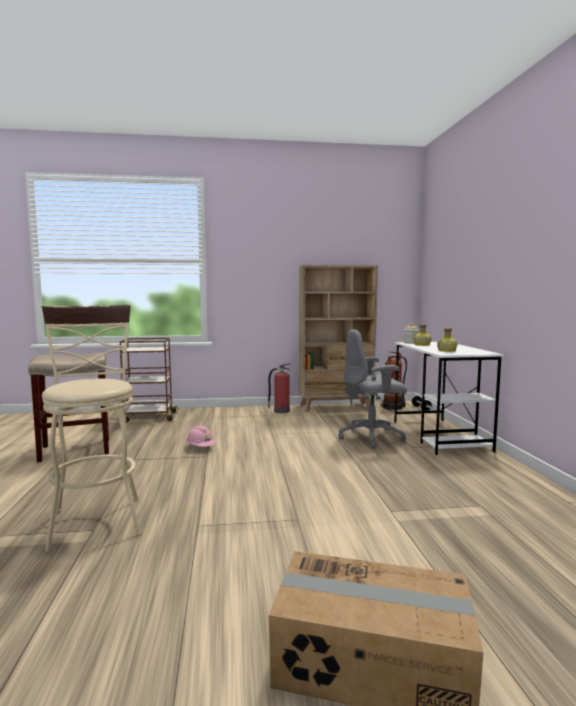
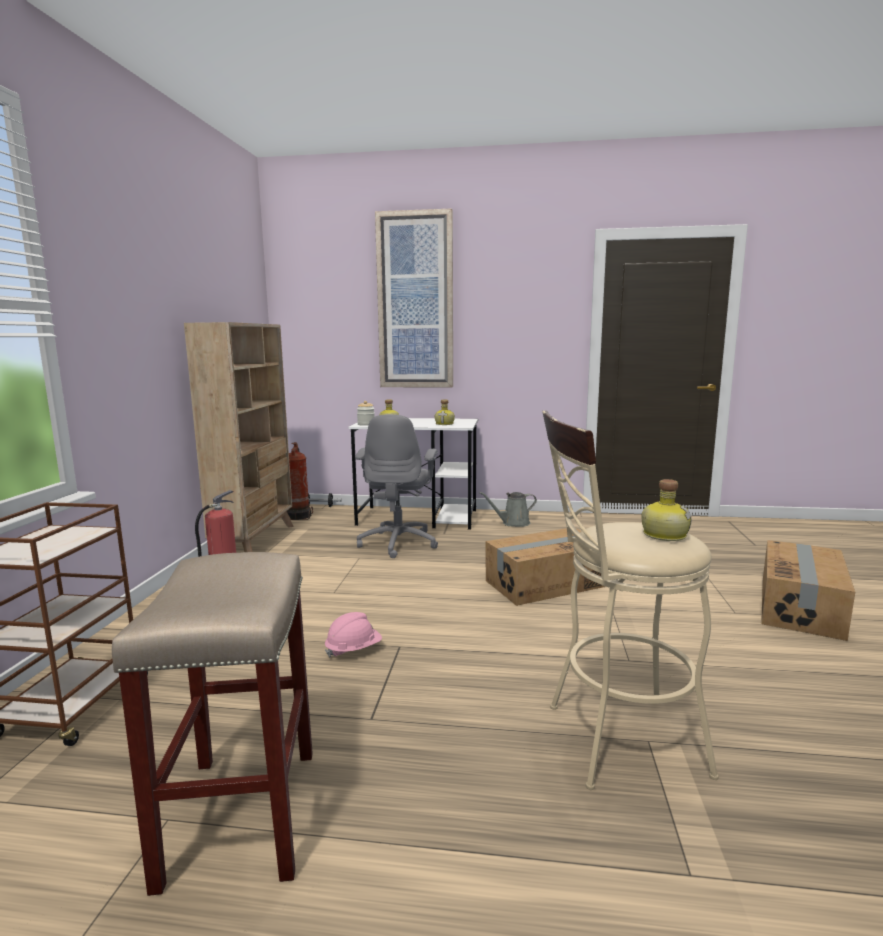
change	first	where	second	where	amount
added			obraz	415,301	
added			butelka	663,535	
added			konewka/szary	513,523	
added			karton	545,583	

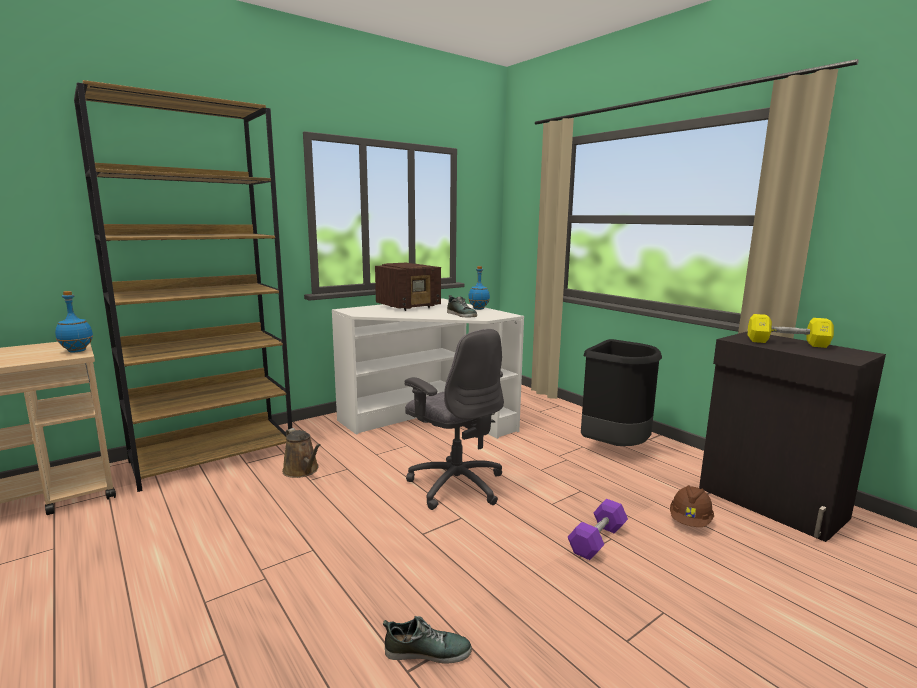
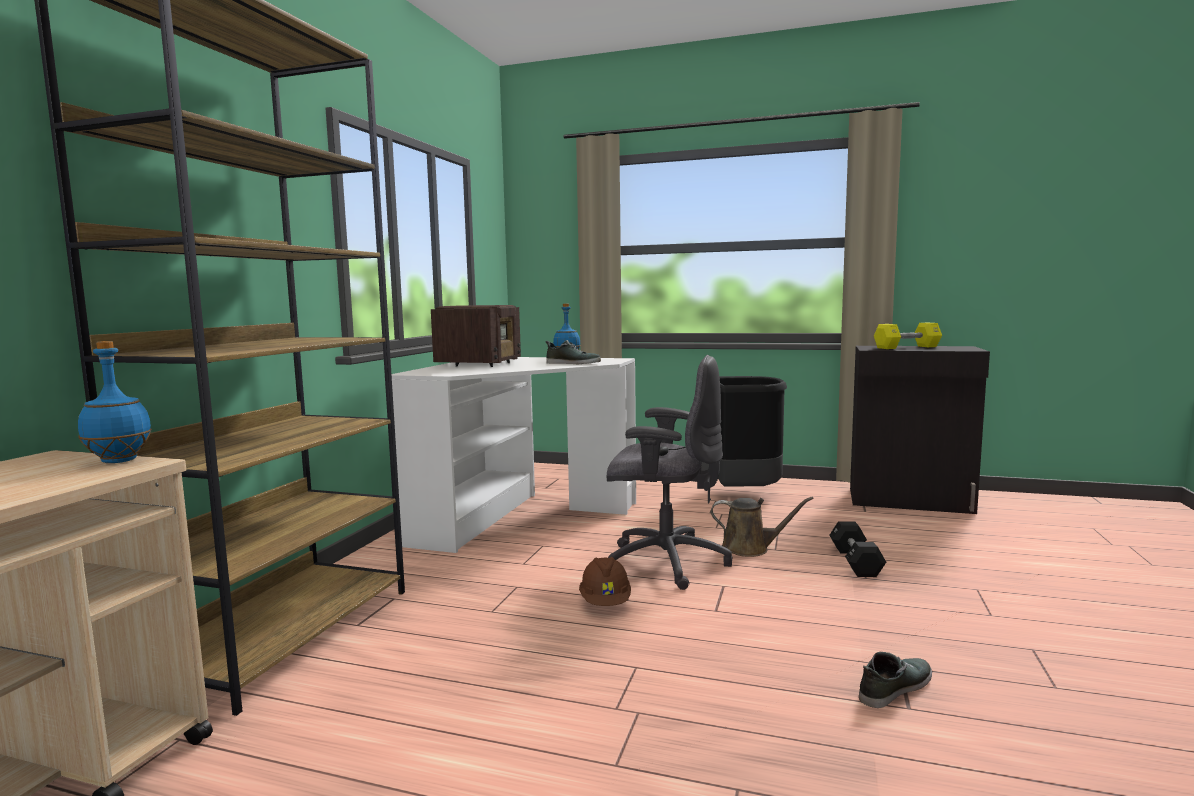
change	first	where	second	where	amount
moved	konewka/brązowy	302,471		750,548	
moved	kask/brązowy	690,521		605,602	
recoloured	hantel/fioletowy	597,540	hantel/czarny	855,562	

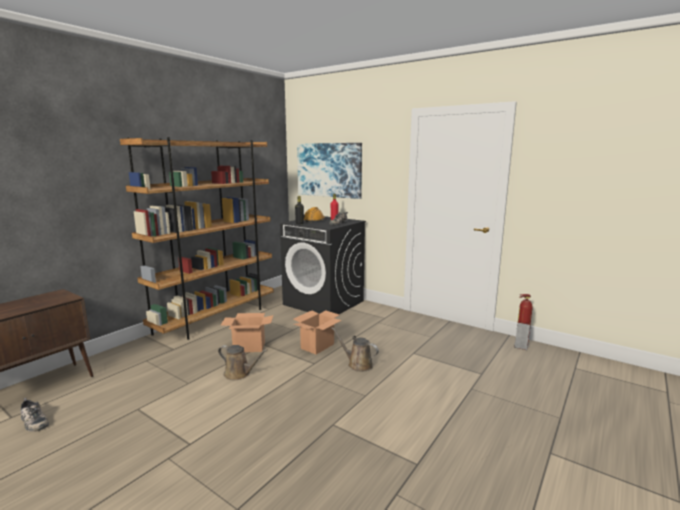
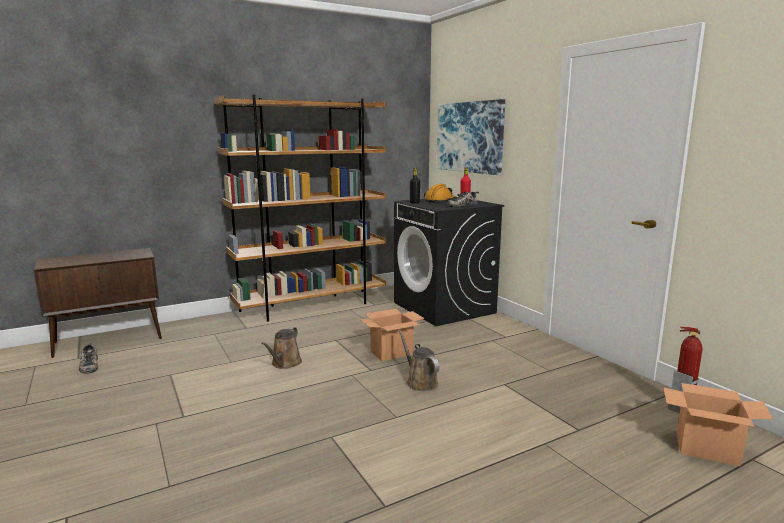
change	first	where	second	where	amount
moved	karton	248,347		706,449	
turned	konewka/brązowy	239,374		285,363	60 degrees clockwise

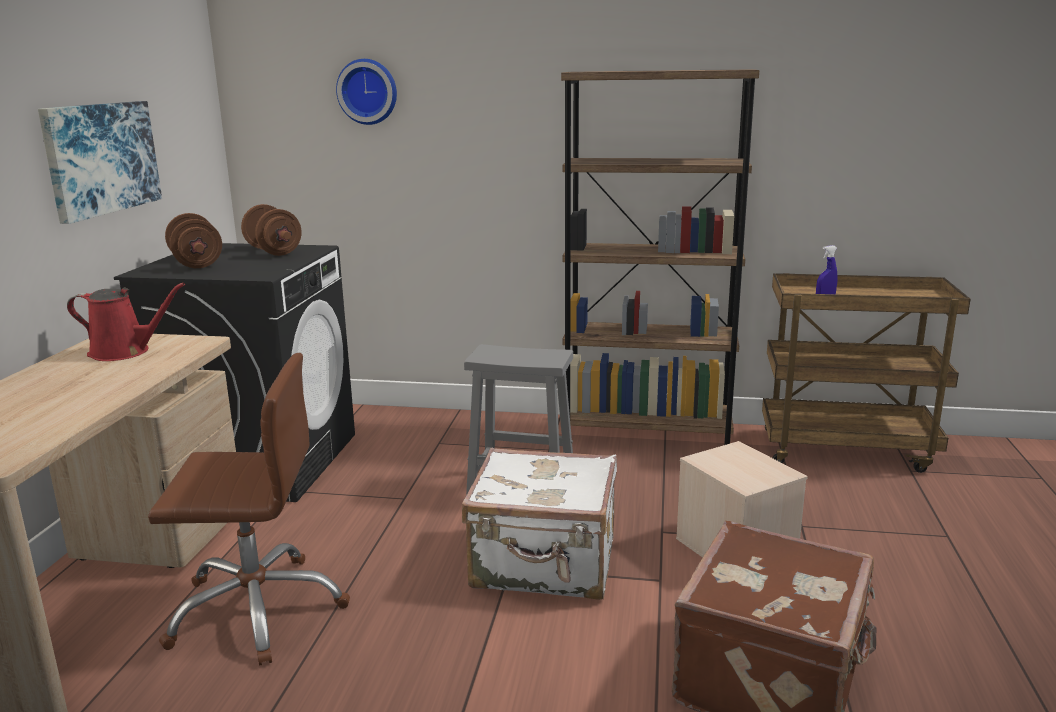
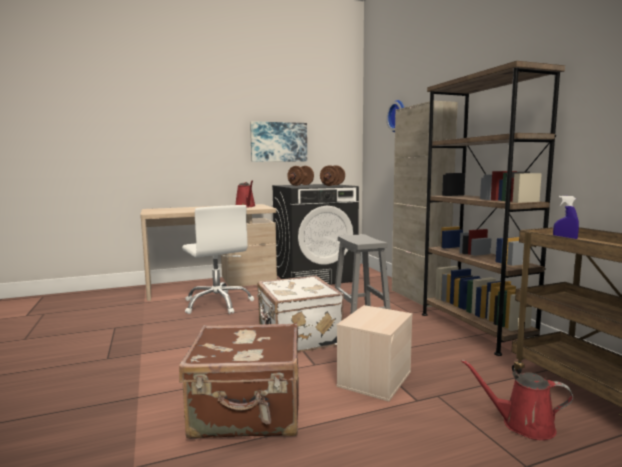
change	first	where	second	where	amount
recoloured	krzesło biurowe/brązowy	257,609	krzesło biurowe/biały	217,304	
added			szafka/beżowy	418,297	
added			konewka/czerwony	522,424	

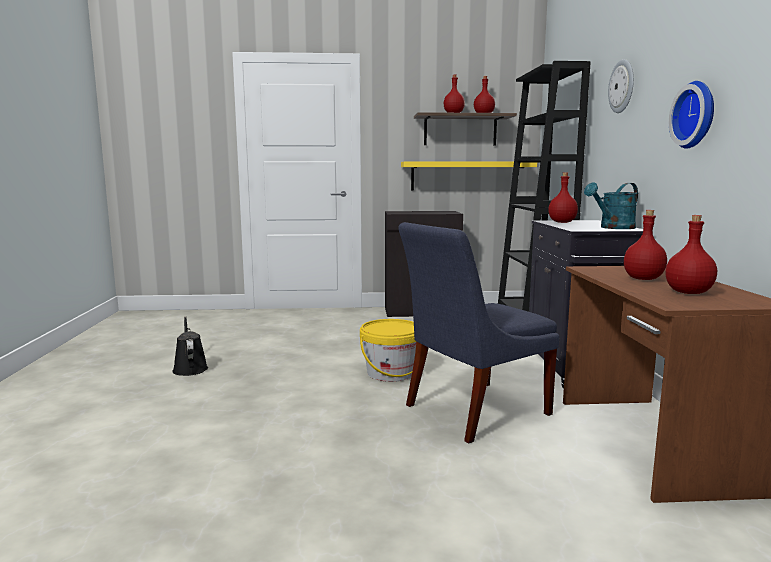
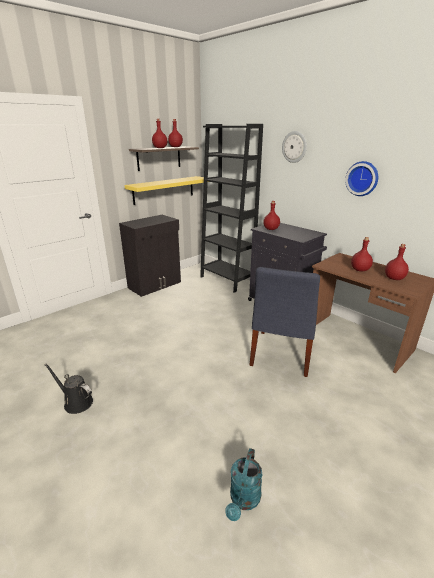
change	first	where	second	where	amount
moved	konewka/turkusowy	613,228		243,500	
removed	wiadro/żółty	391,373			

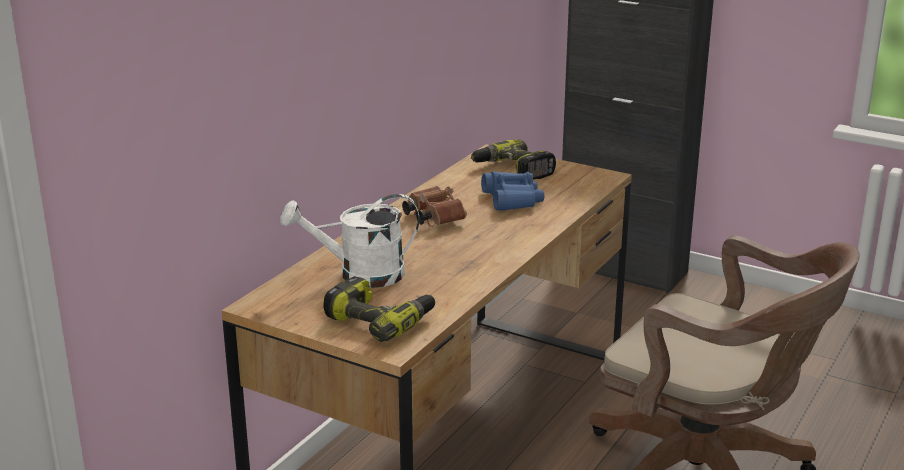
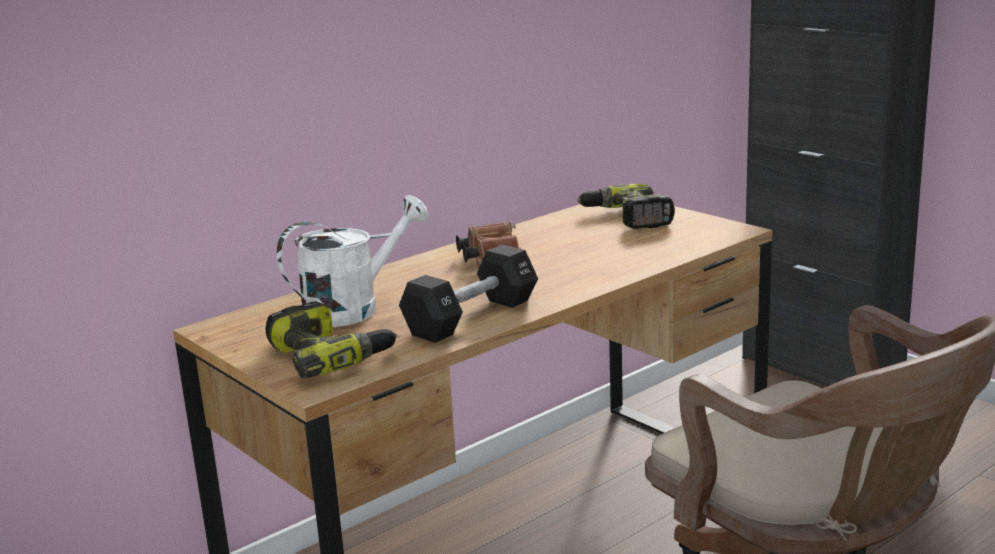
change	first	where	second	where	amount
removed	lornetka/niebieski	512,200			
turned	konewka/biały	360,275		353,308	135 degrees clockwise
added			hantel/czarny	471,317	

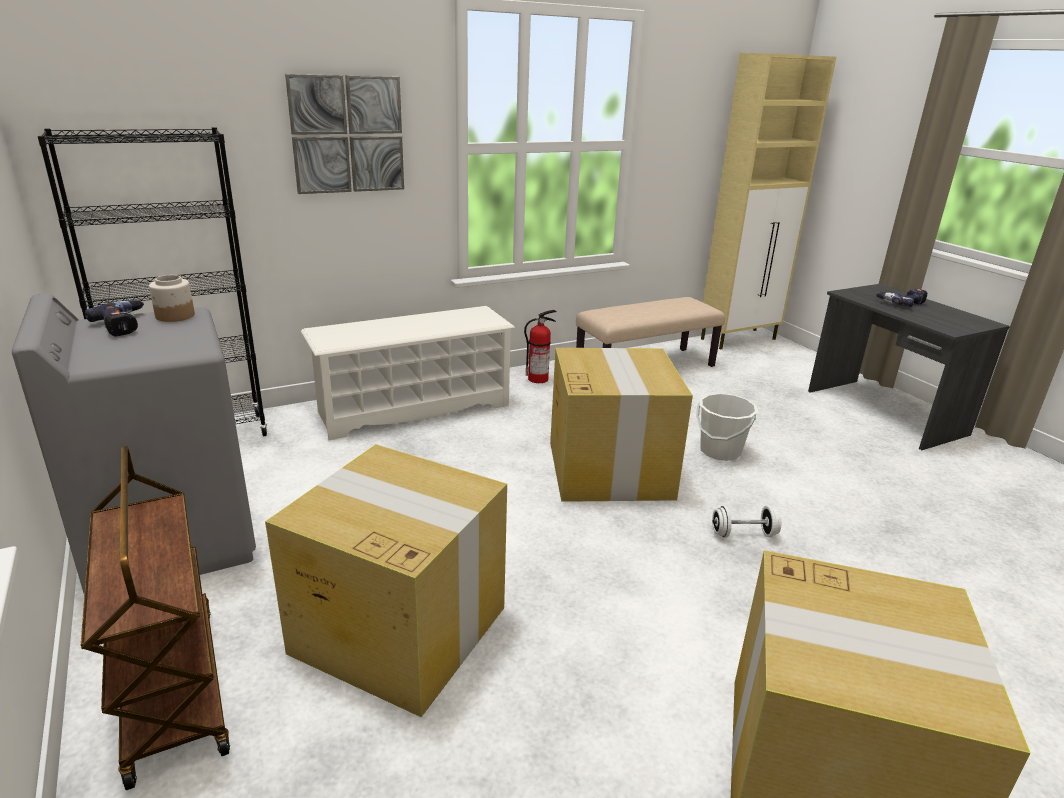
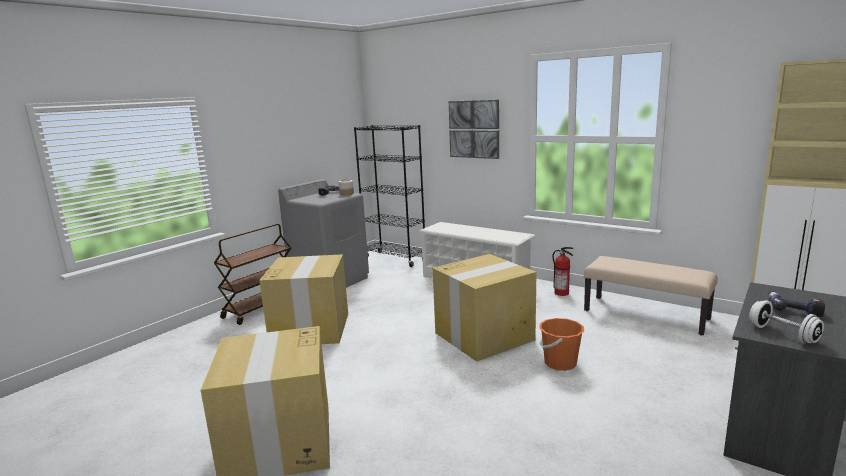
change	first	where	second	where	amount
recoloured	wiadro/biały	720,451	wiadro/pomarańczowy	560,363	
moved	hantel/biały	743,534		783,334	

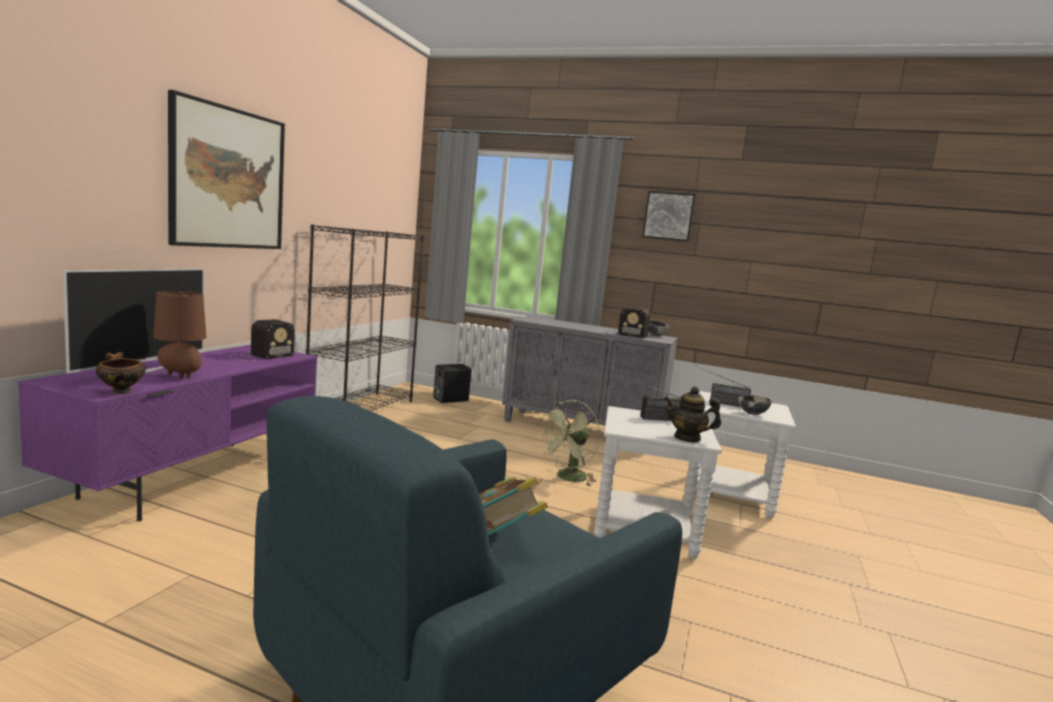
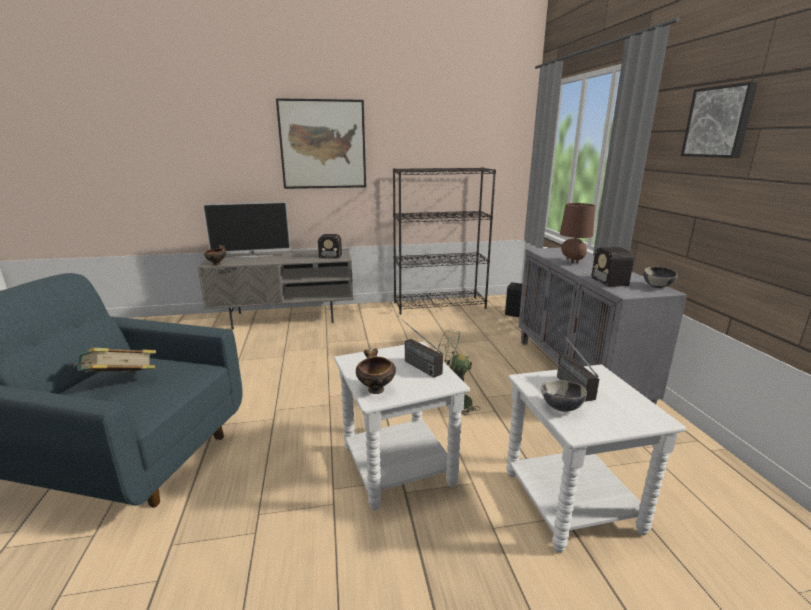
change	first	where	second	where	amount
moved	lampa stołowa/brązowy	180,376		572,261	
recoloured	szafka pod telewizor/fioletowy	193,476	szafka pod telewizor/szary	286,317	
replaced	imbryk	687,438	miska	375,389	

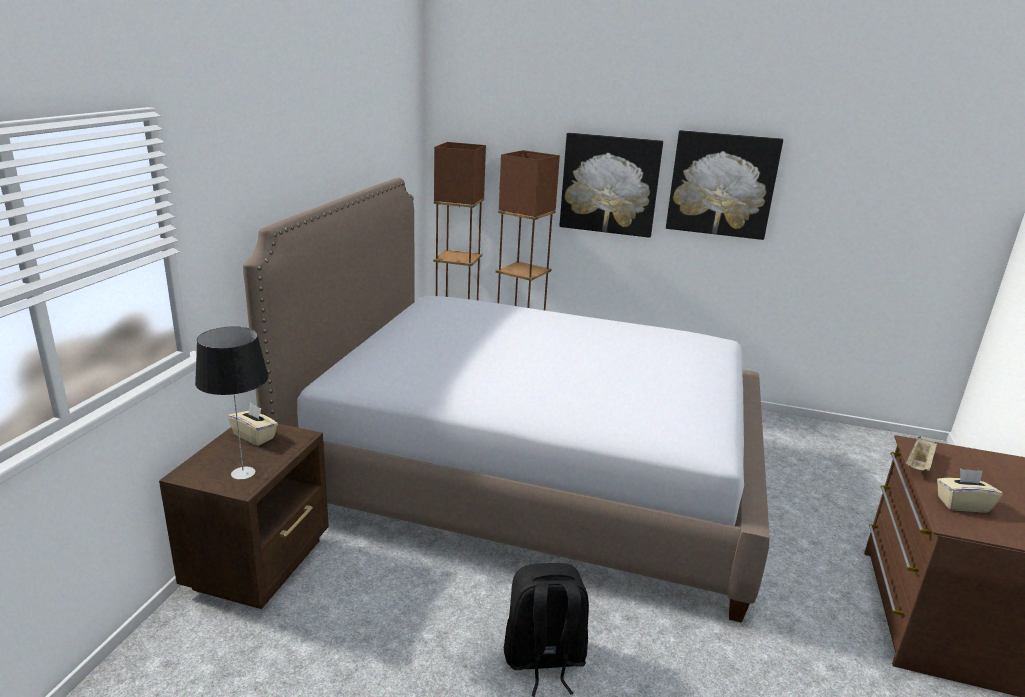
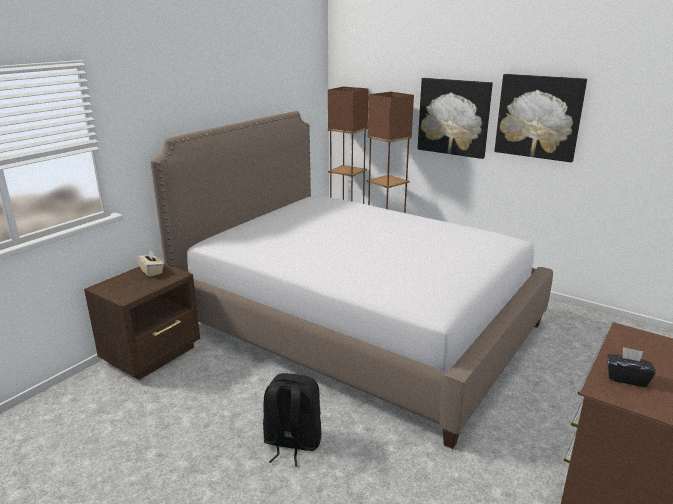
change	first	where	second	where	amount
removed	lampa stołowa	243,472			
removed	taca/beżowy	919,464			
recoloured	pudełko chusteczek/beżowy	962,504	pudełko chusteczek/czarny	626,378	

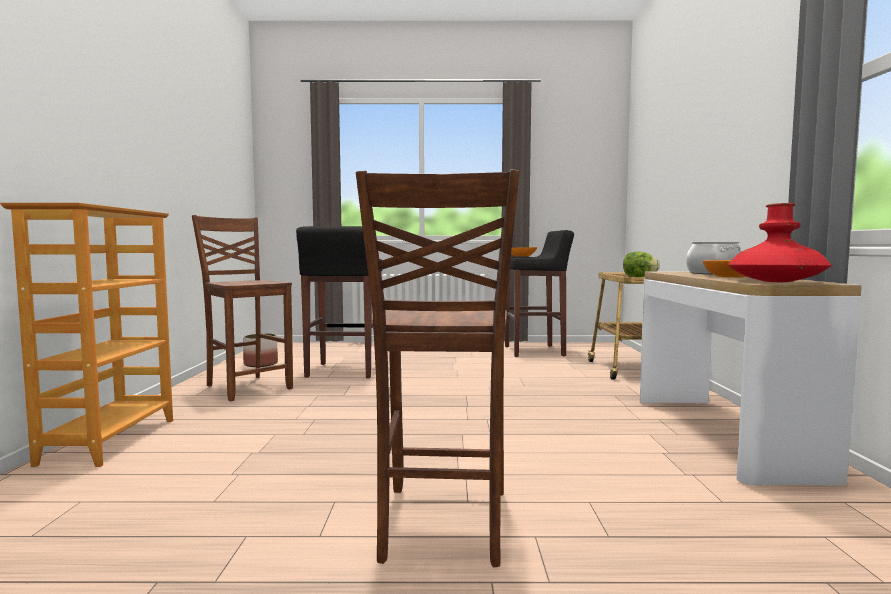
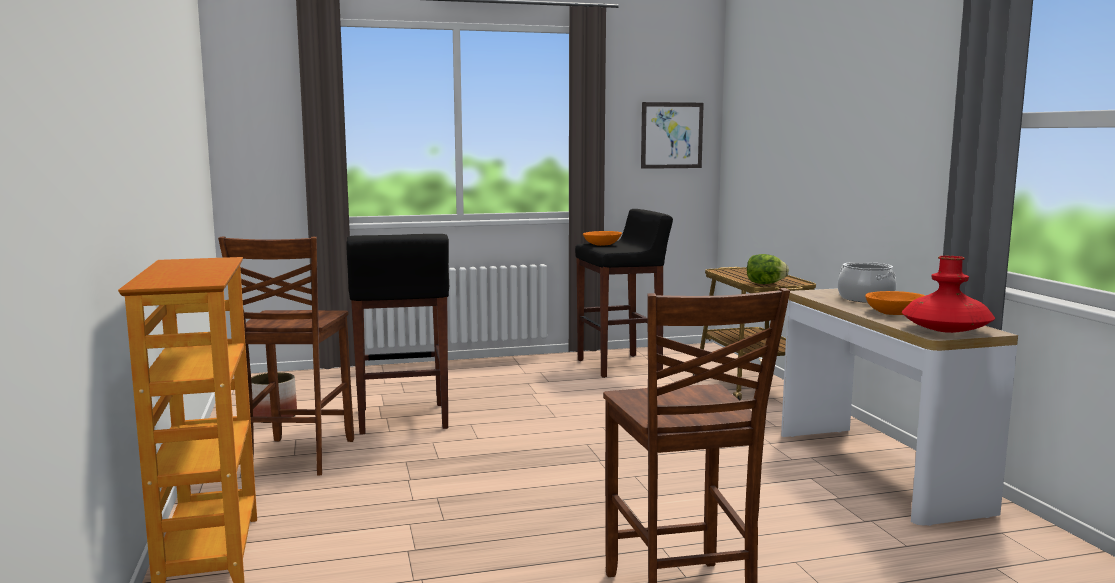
change	first	where	second	where	amount
turned	krzesło/brązowy	247,387		298,457	120 degrees counterclockwise
added			obraz	671,135	

